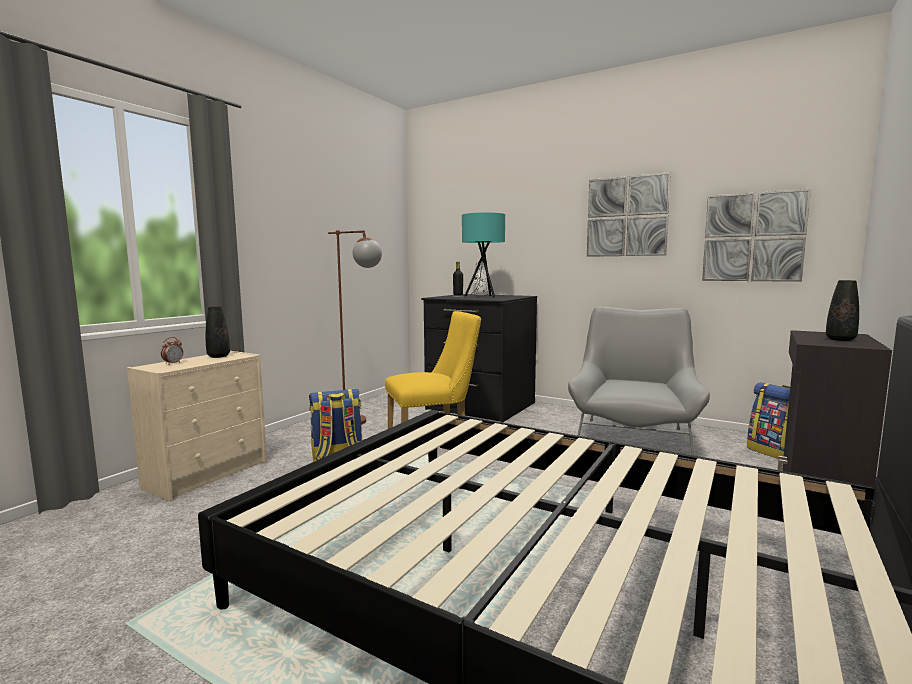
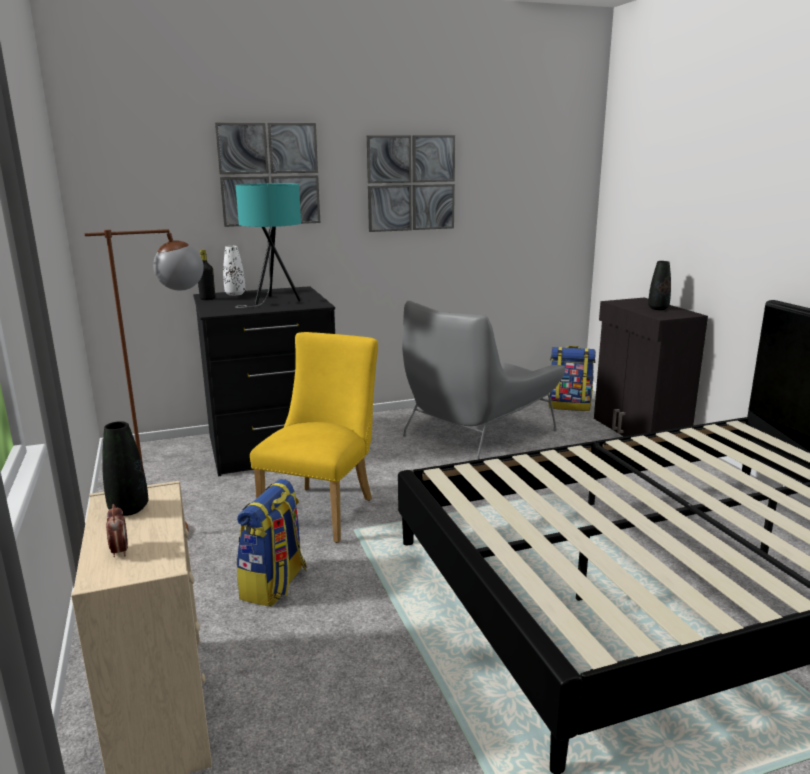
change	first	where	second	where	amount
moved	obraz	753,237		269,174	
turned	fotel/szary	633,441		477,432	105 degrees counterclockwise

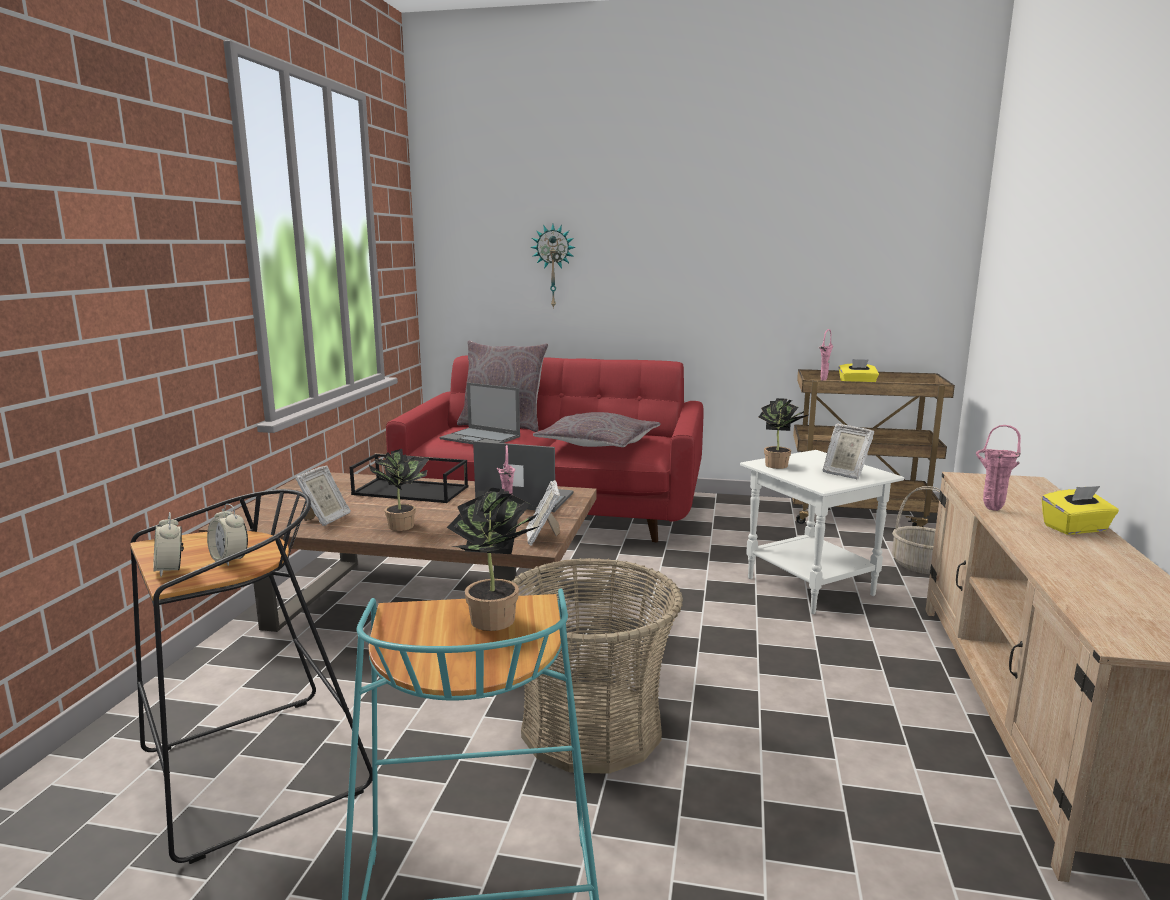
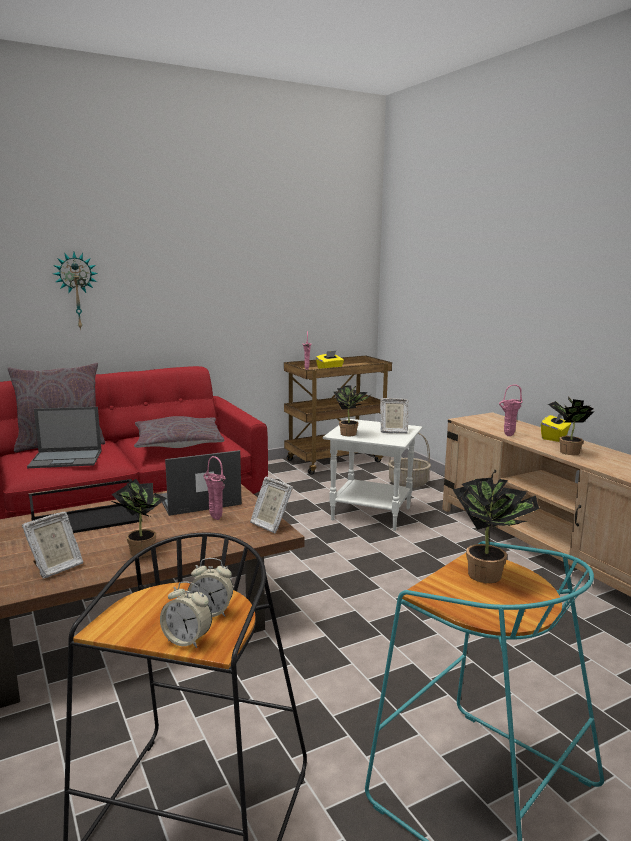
change	first	where	second	where	amount
turned	ramka na zdjęcie	325,519		56,568	60 degrees clockwise
removed	koszyk	591,727			
added			roślina doniczkowa	566,452	

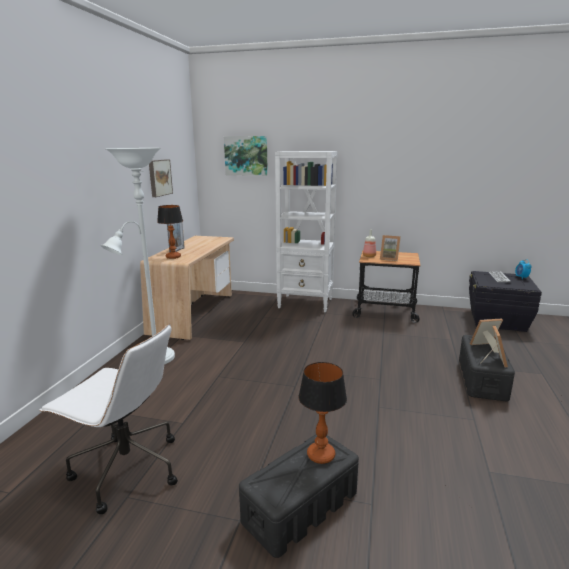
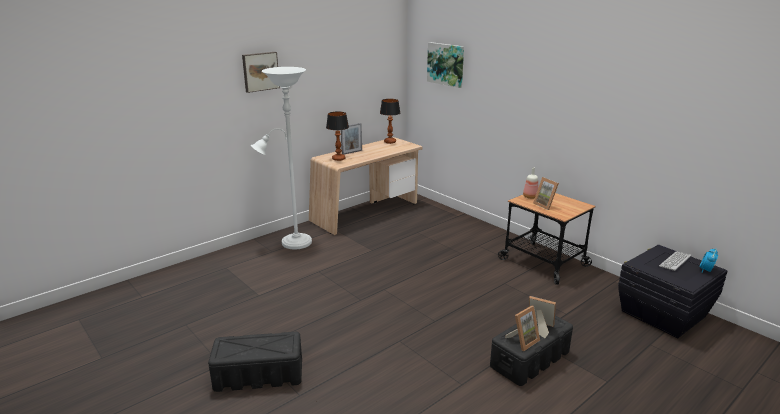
change	first	where	second	where	amount
removed	regał/biały	306,303			
moved	obraz	159,177		260,71	
removed	krzesło biurowe/biały	126,469			
moved	lampa stołowa	320,455		389,142	

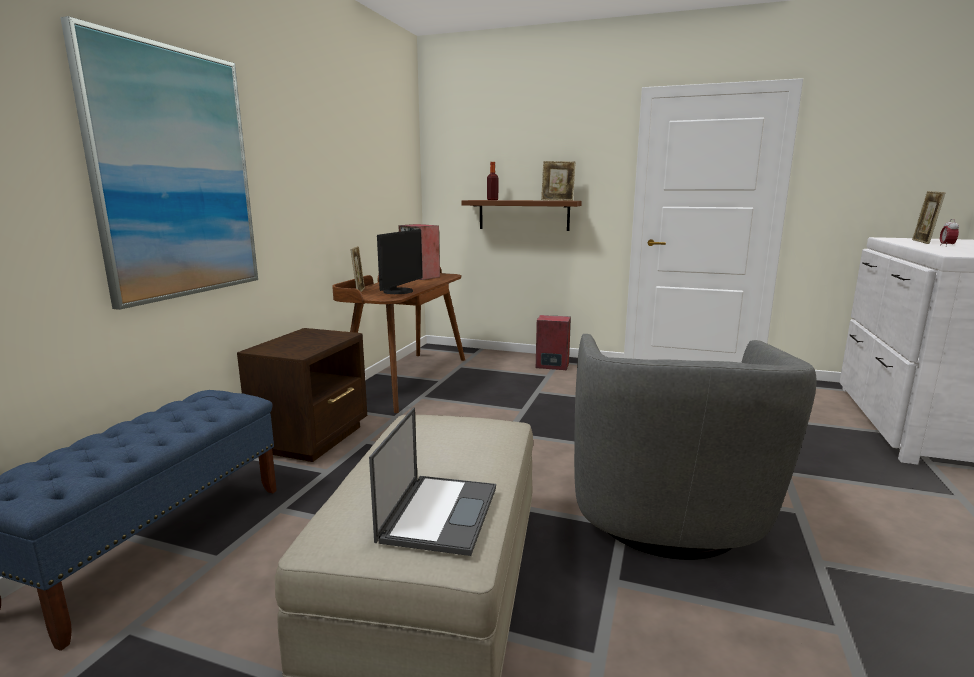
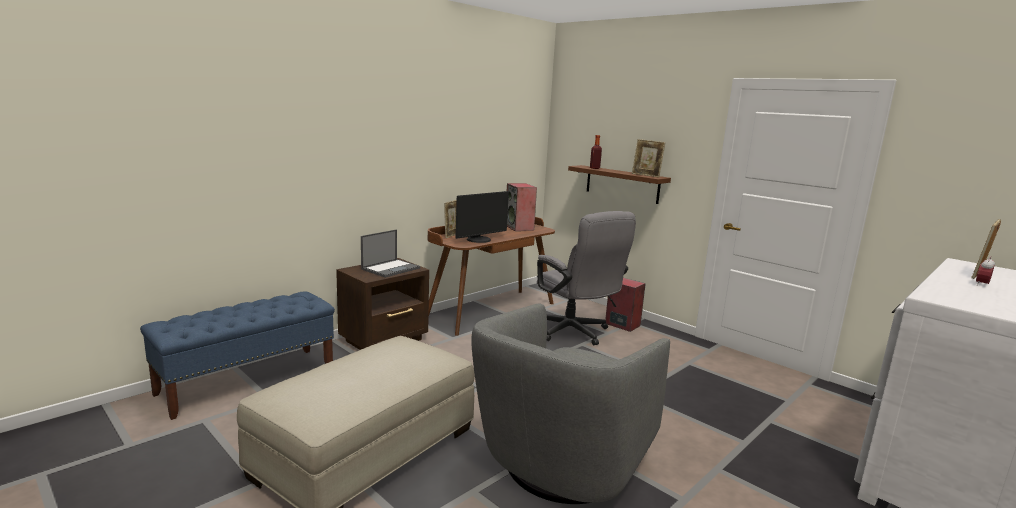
change	first	where	second	where	amount
removed	obraz	175,175			
moved	laptop	439,512		391,268	
added			krzesło biurowe/szary	574,333	

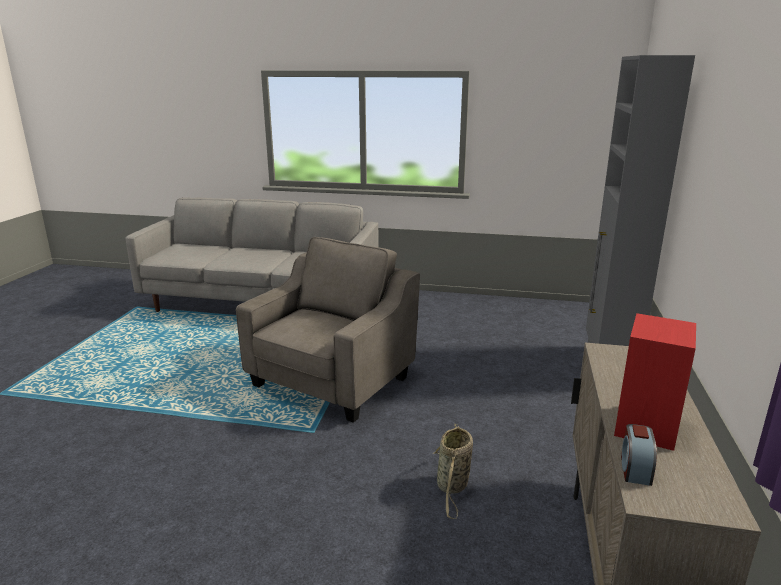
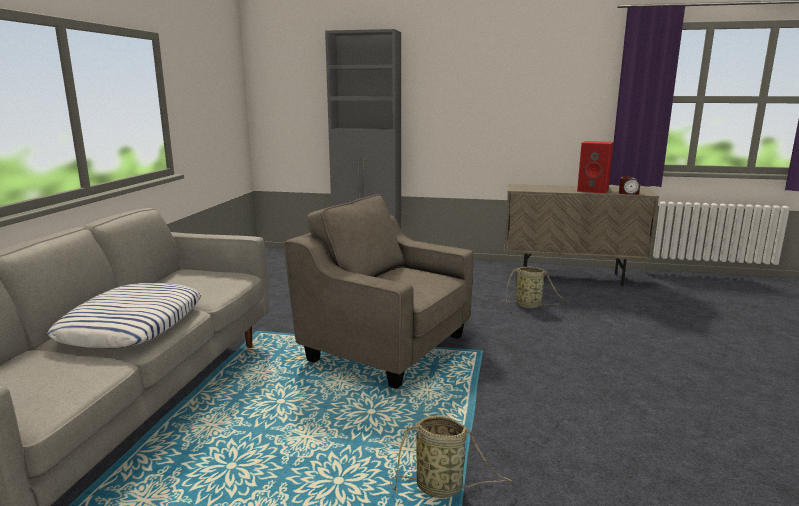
change	first	where	second	where	amount
added			poduszka	132,325	
added			koszyk	442,488	

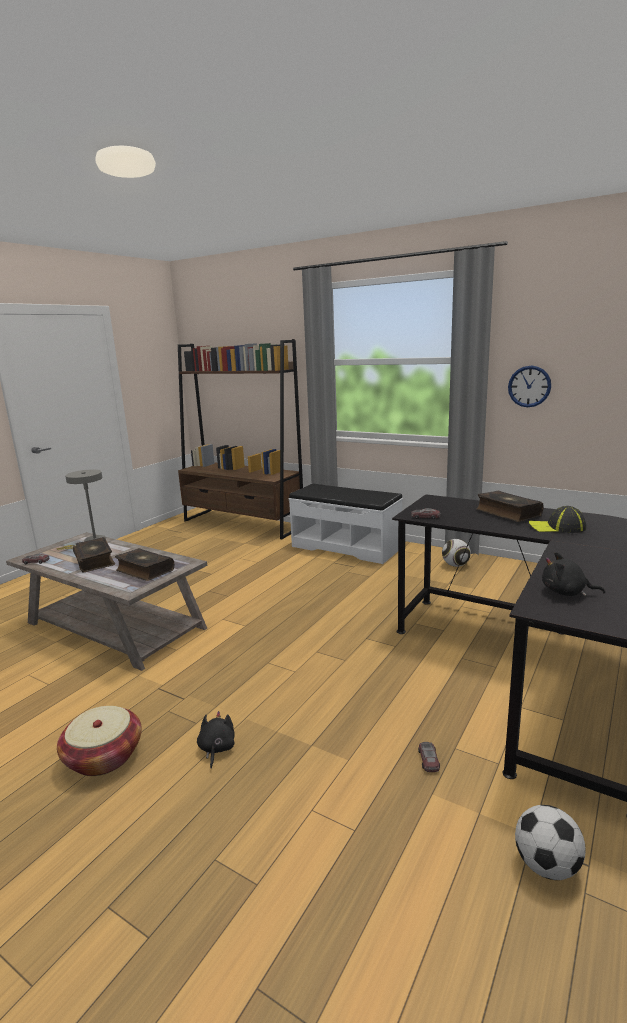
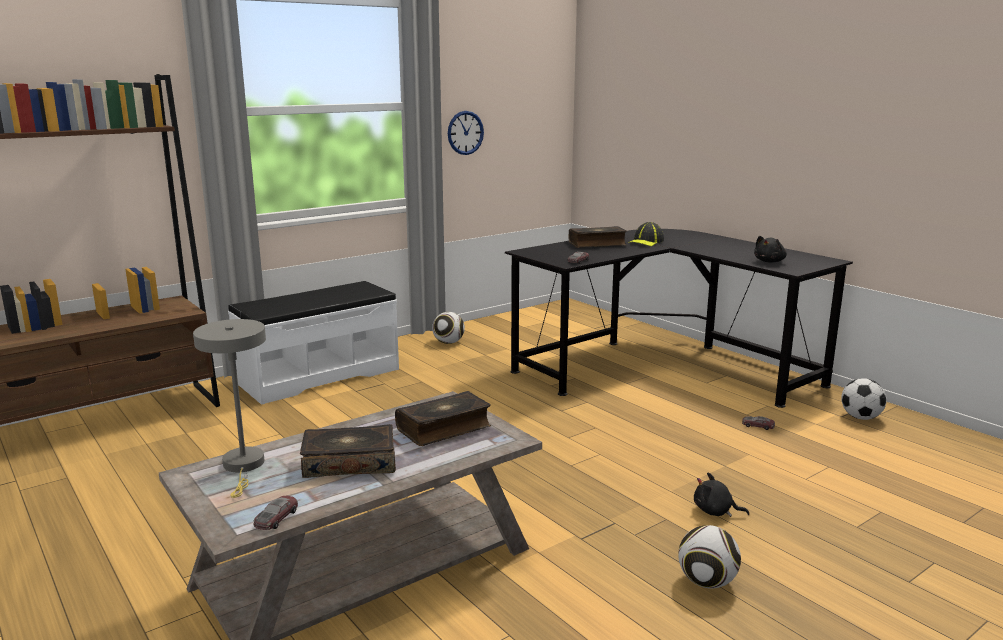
change	first	where	second	where	amount
replaced	koszyk	104,757	piłka futbolowa	706,582	

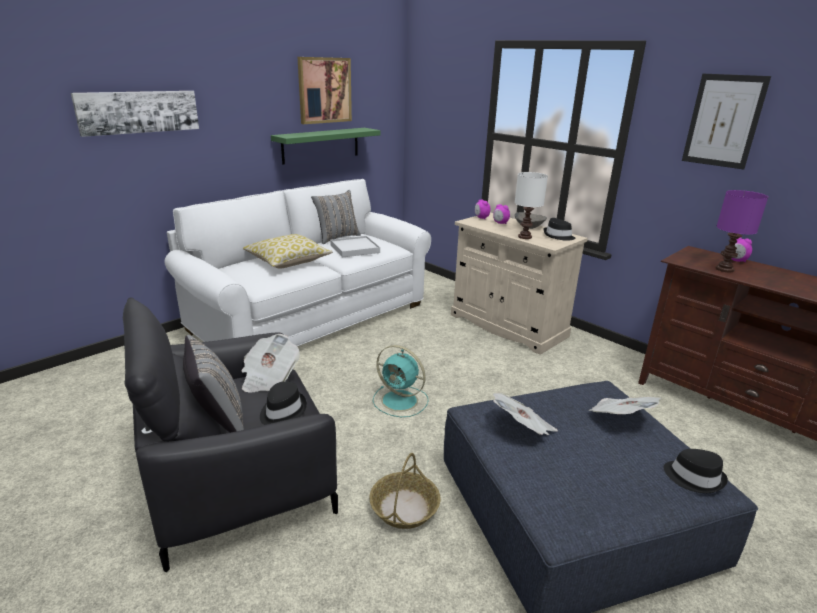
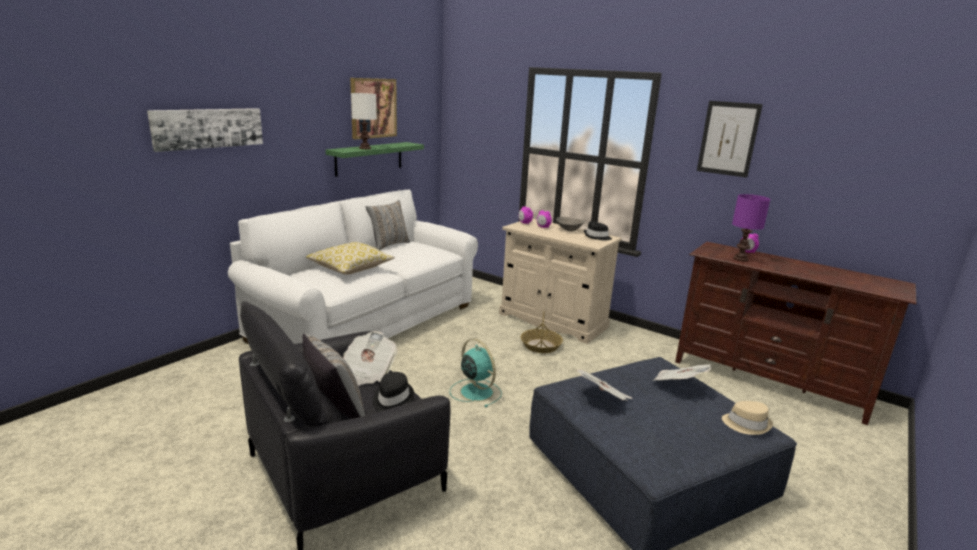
change	first	where	second	where	amount
moved	lampa stołowa/biały	524,237		364,148	
removed	taca/biały	354,249			
turned	wentylator/turkusowy	401,401		475,391	150 degrees counterclockwise
recoloured	kapelusz/czarny	694,477	kapelusz/beżowy	746,424	
moved	koszyk	404,508		541,346	

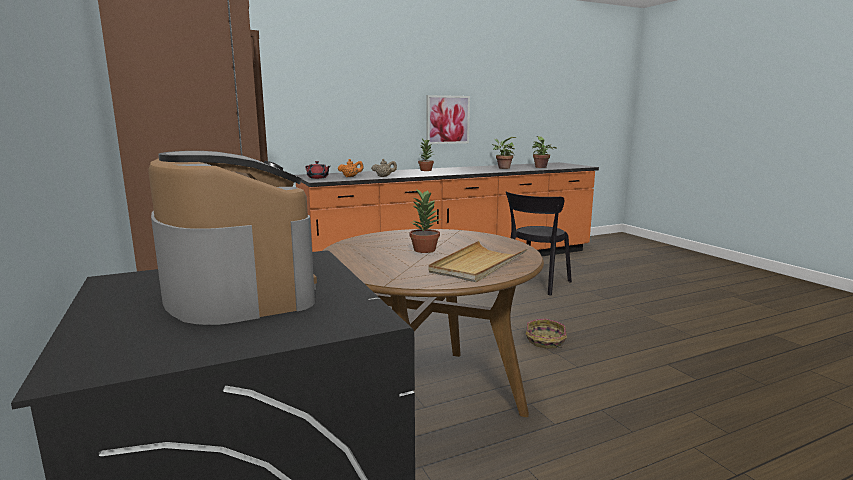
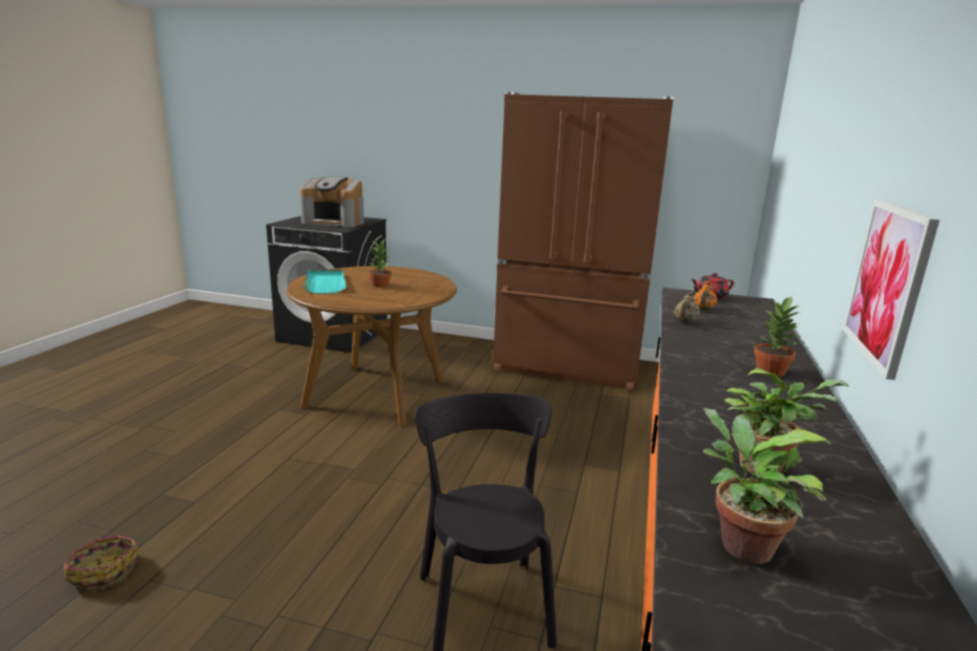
change	first	where	second	where	amount
recoloured	taca/beżowy	478,265	taca/turkusowy	325,283	
moved	koszyk	545,341		104,570	

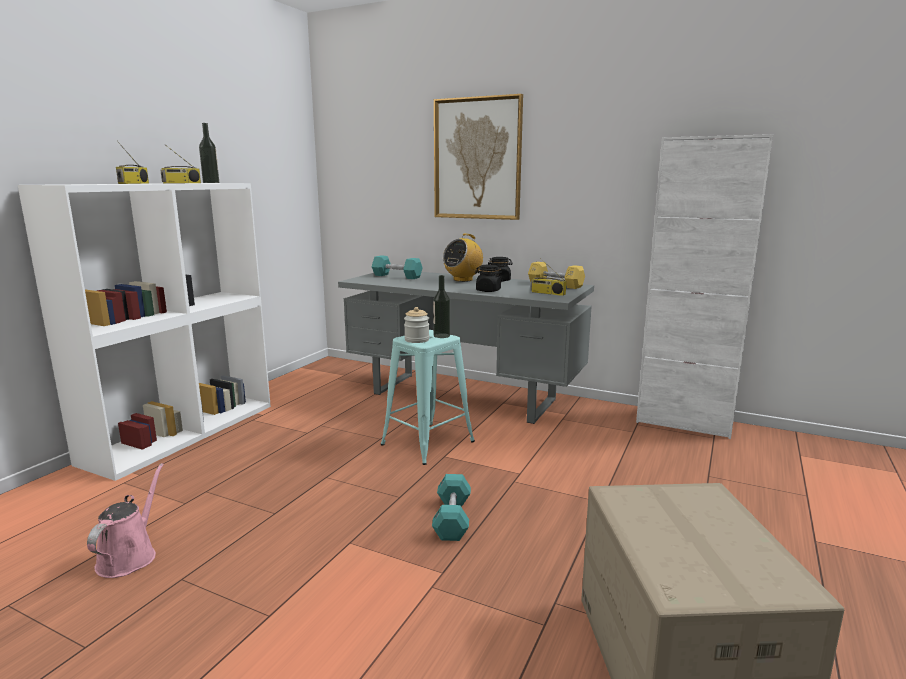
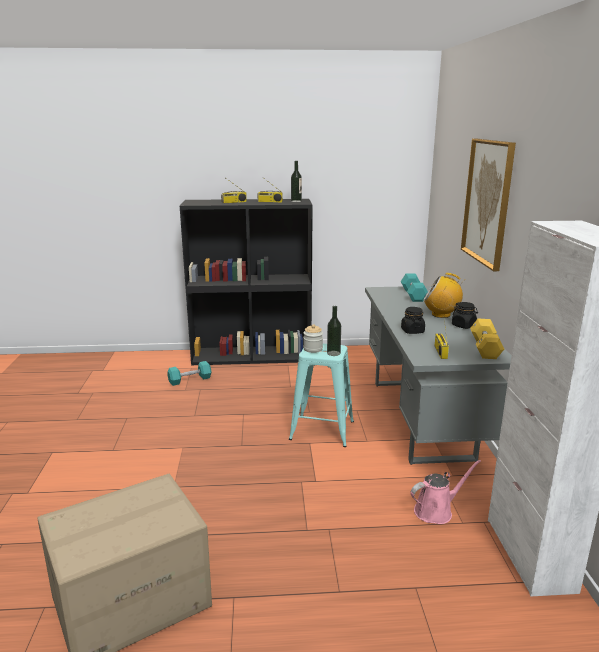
change	first	where	second	where	amount
recoloured	regał/biały	182,432	regał/czarny	252,355	
moved	konewka/różowy	130,556		436,511	
moved	hantel/turkusowy	452,518		190,380	

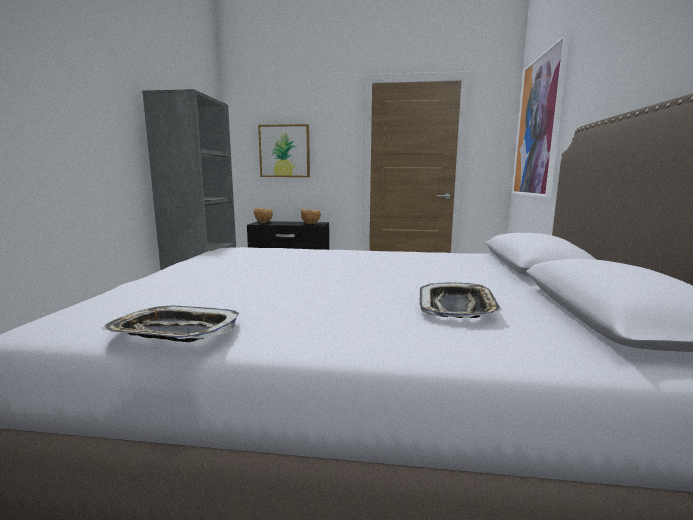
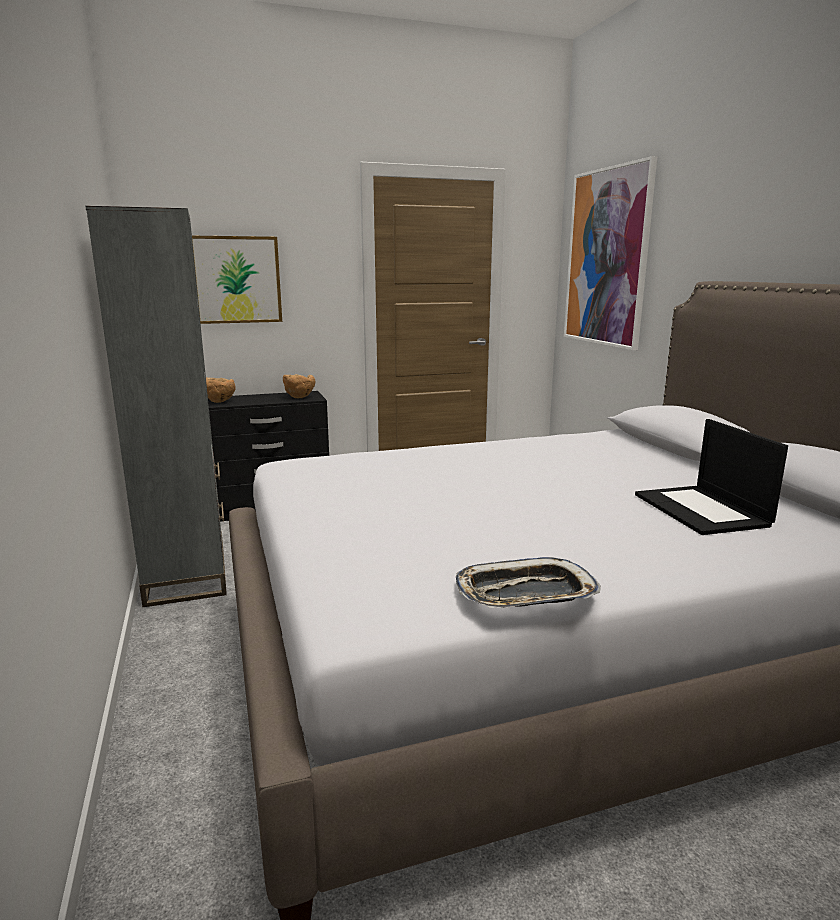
change	first	where	second	where	amount
replaced	taca	457,307	laptop	702,510	

